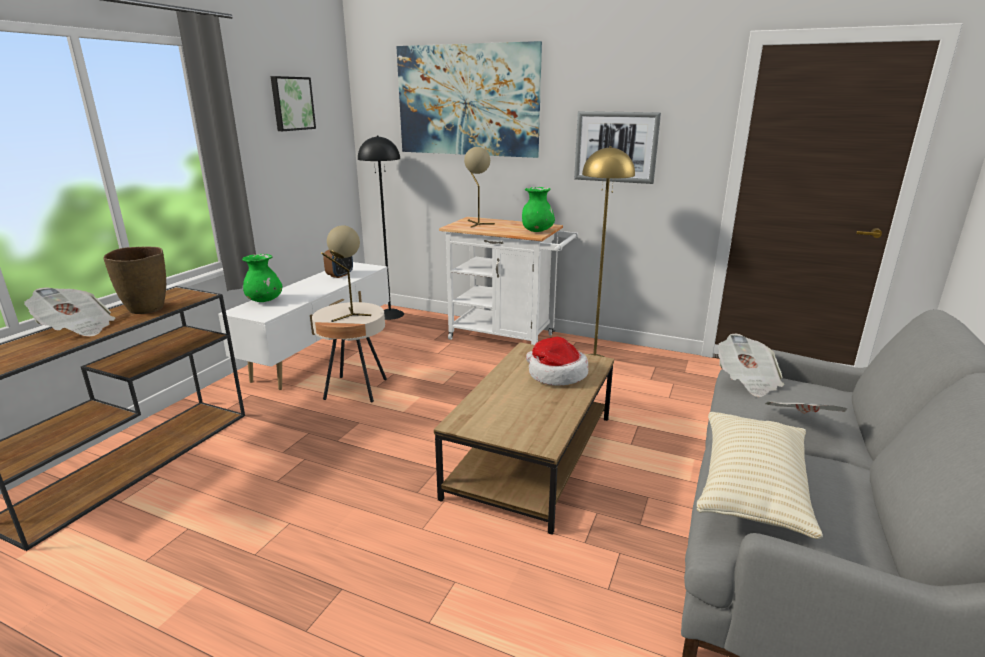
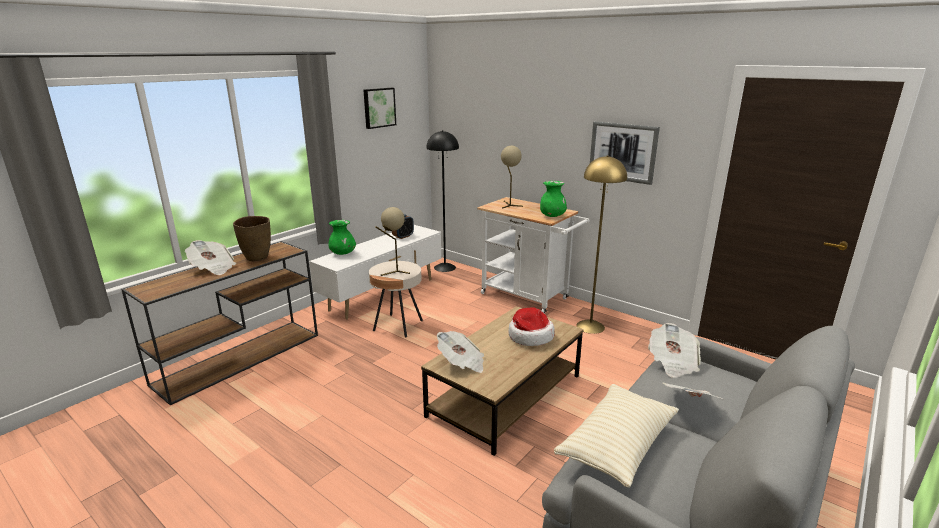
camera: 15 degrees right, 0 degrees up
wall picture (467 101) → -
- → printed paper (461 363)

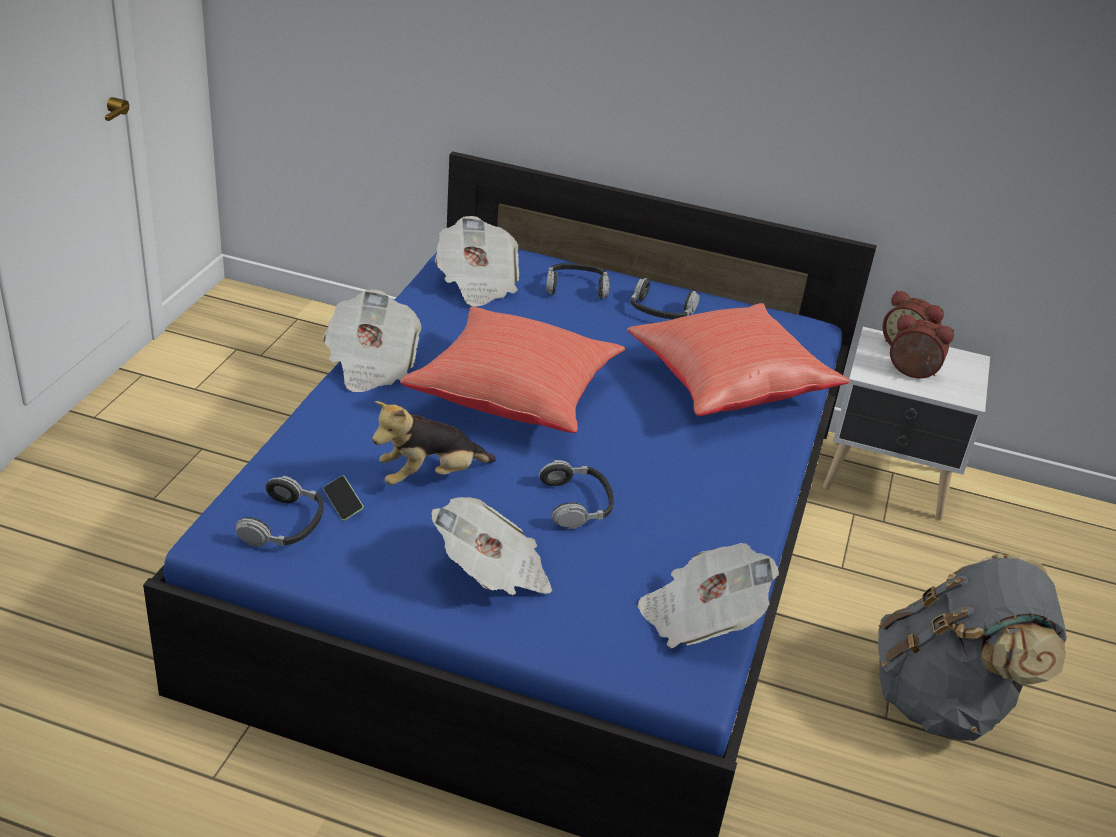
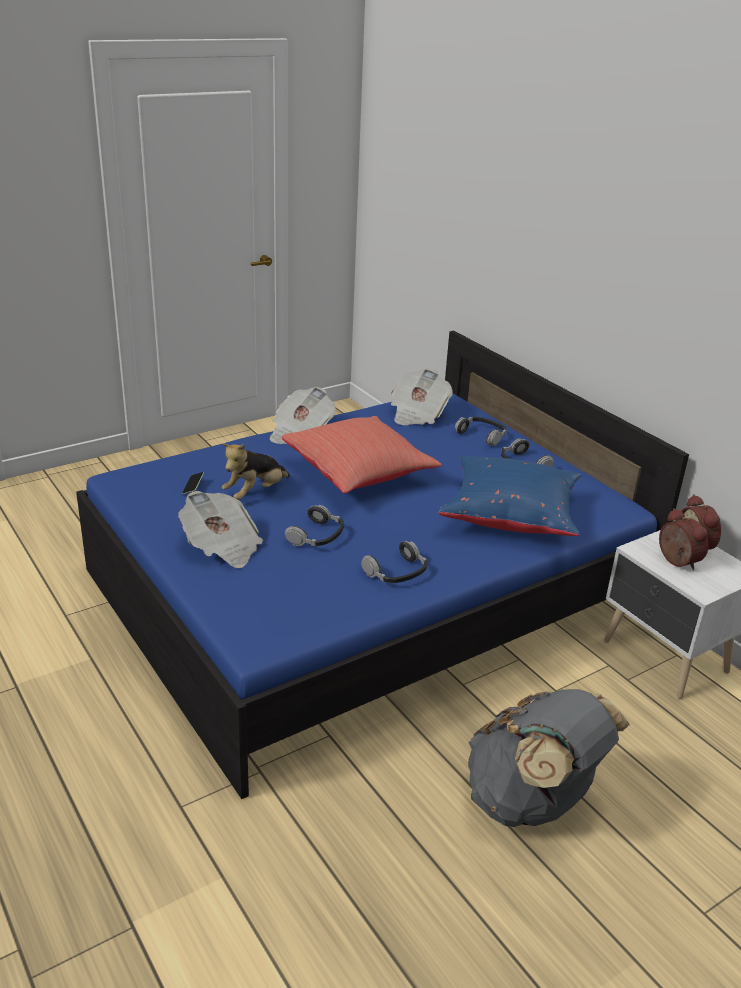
camera: 40 degrees right, 5 degrees down
throw pillow (reddish) (728 384) → throw pillow (blue) (510 516)
cuddly toy (430 476) → cuddly toy (255 493), 60 degrees counterclockwise
headphones (284 525) → headphones (396 572), move
printed paper (700 618) → -

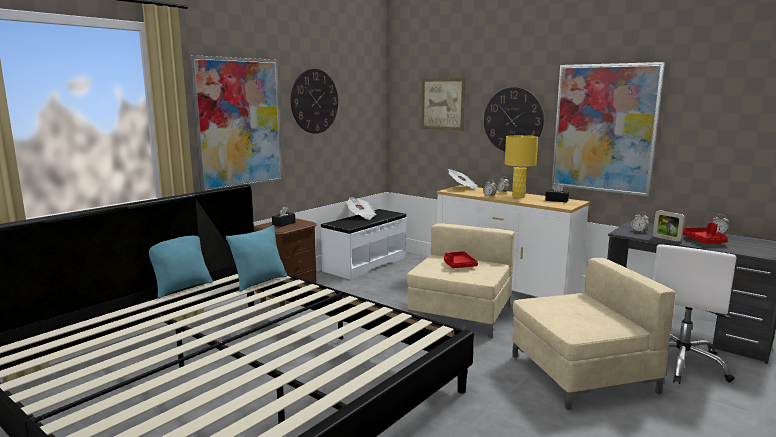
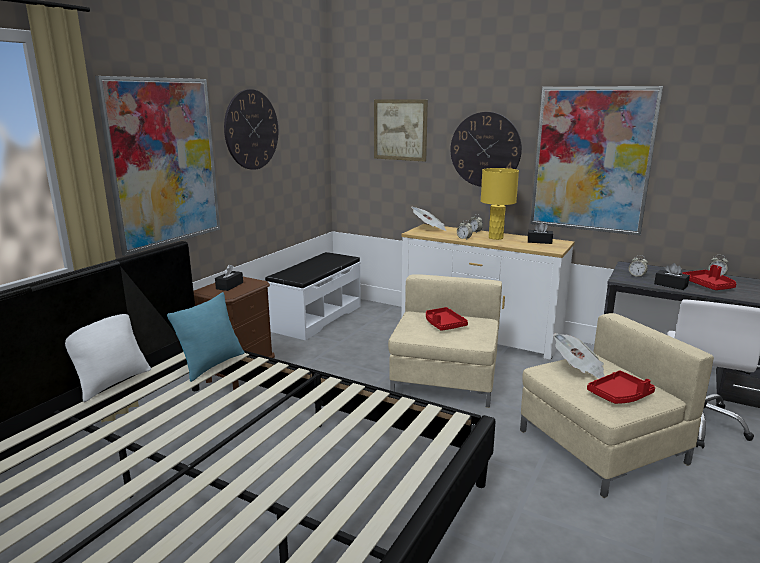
camera: 10 degrees left, 5 degrees up
printed paper (361 216) → printed paper (578 369), move
standing frame (666 239) → box of tissues (blackish) (670 285)
throw pillow (turquoise-coloured) (182 288) → throw pillow (white) (112 383)
- → serving tray (reddish) (620 395)

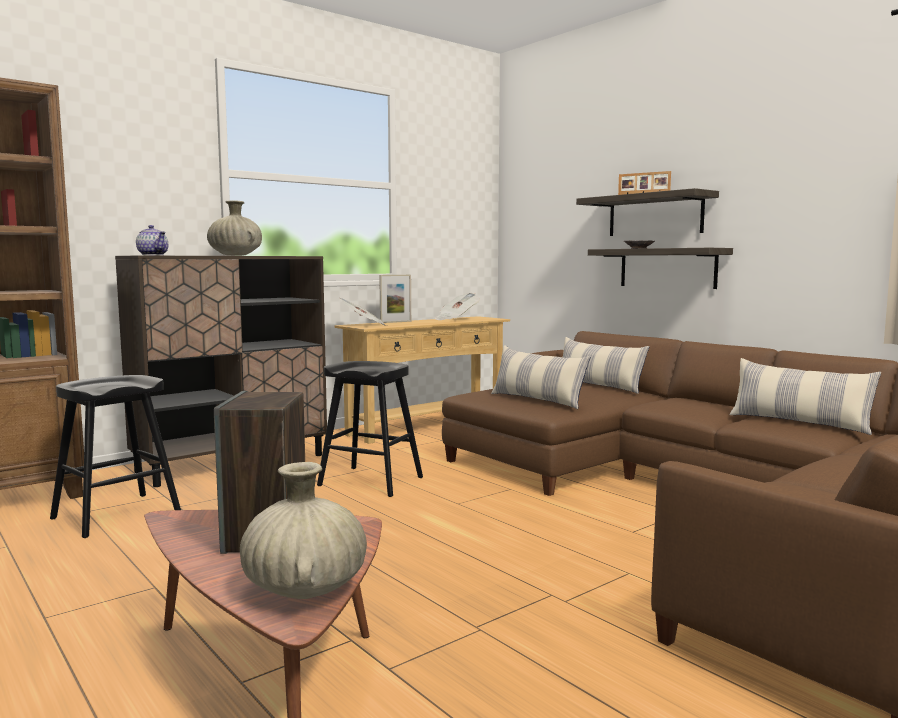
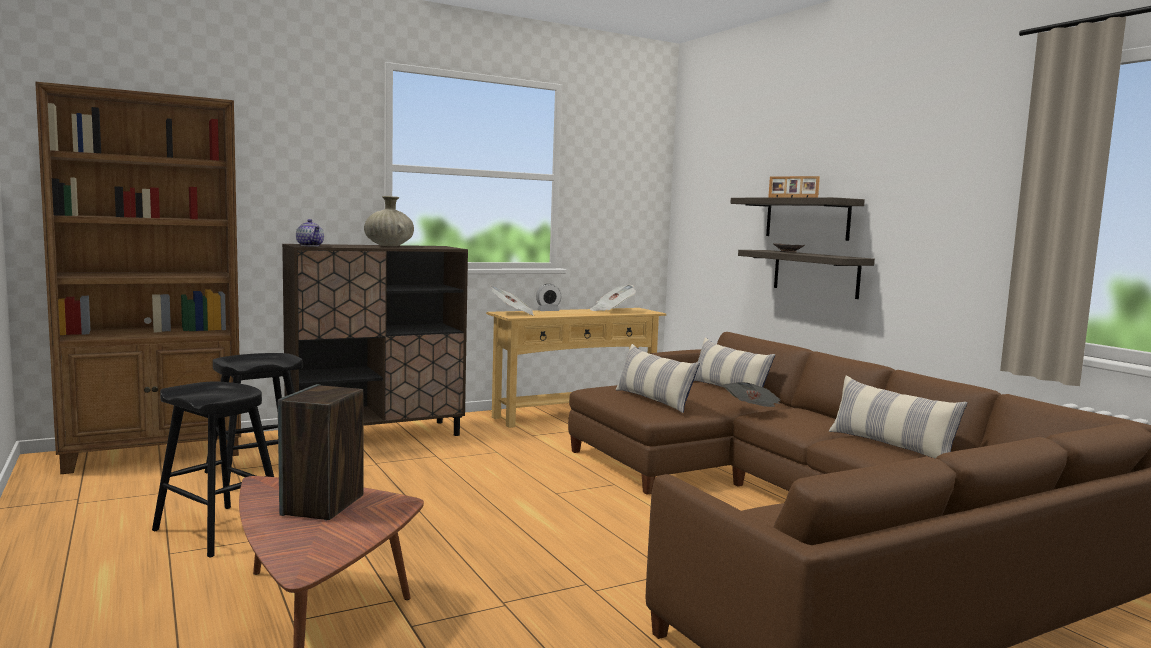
camera: 10 degrees right, 0 degrees up
standing frame (395 322) → table clock (548 311)
sitting stool (blackish) (370 481) → sitting stool (blackish) (219 530), move
vase (beige-coloured) (304 589) → -
- → printed paper (752 411)

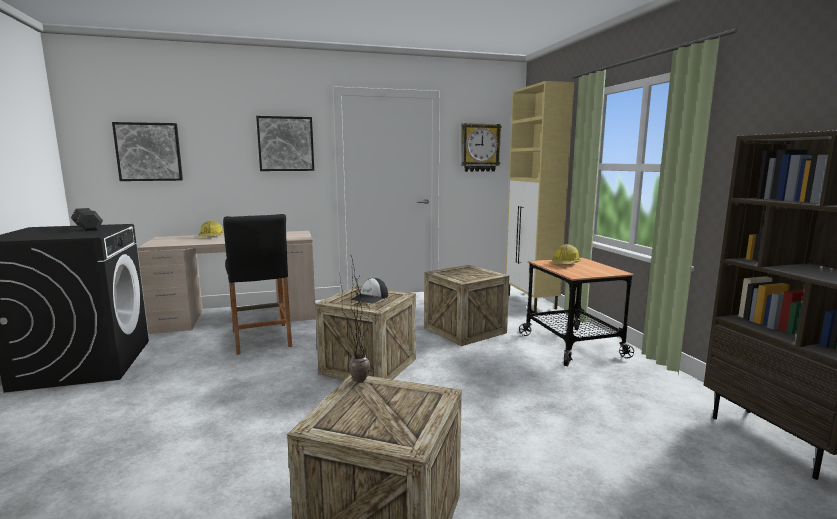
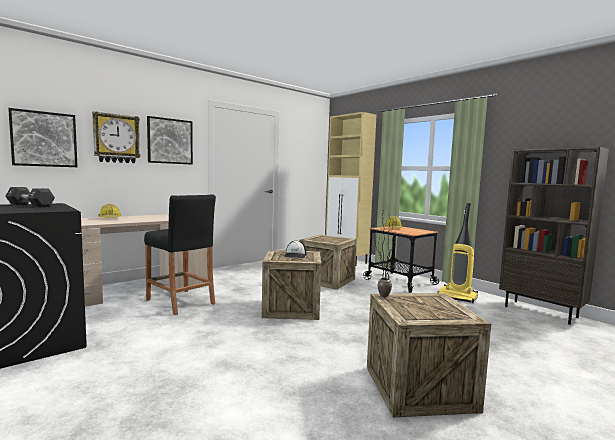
camera: 25 degrees left, 5 degrees down
wall clock (479 147) → wall clock (116 138), move
- → hoover (458 297)

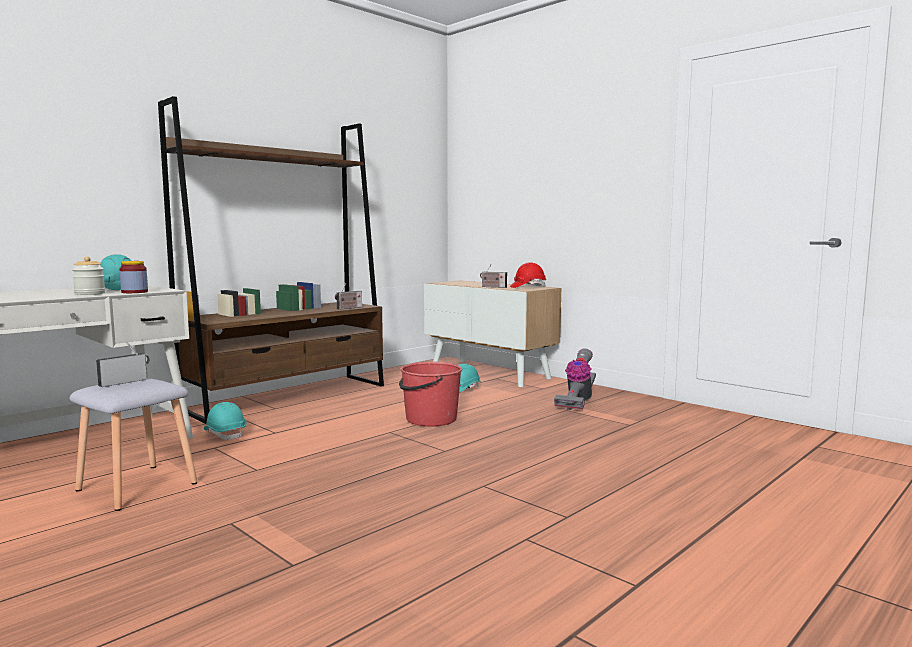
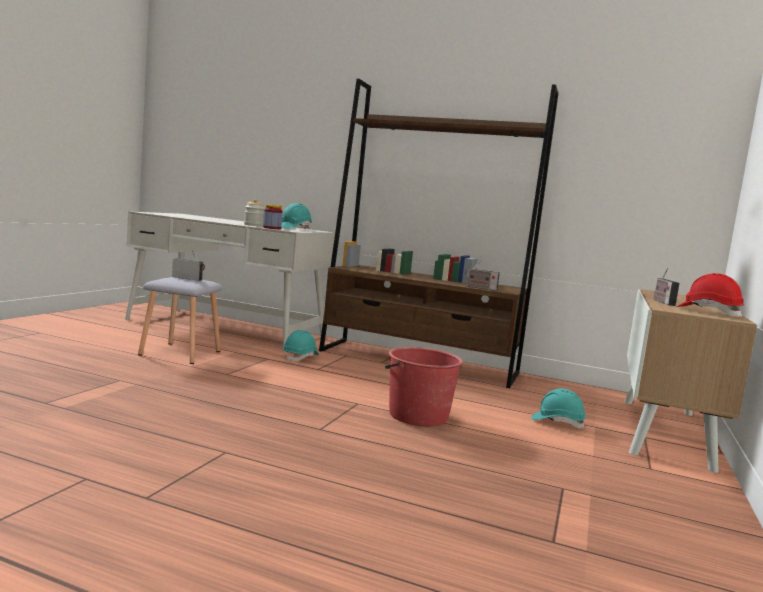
camera: 65 degrees right, 0 degrees up
hoover (577 401) → -

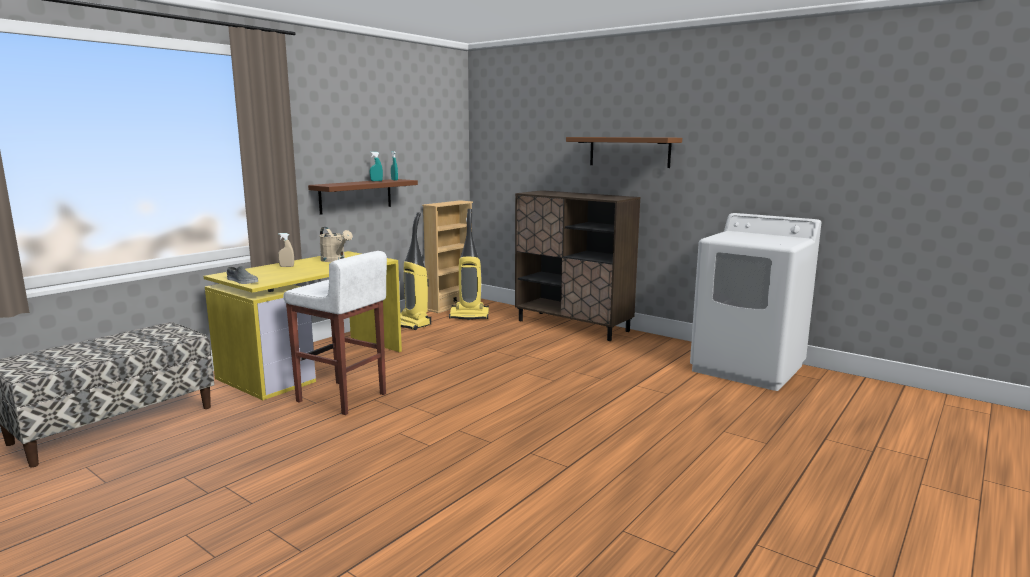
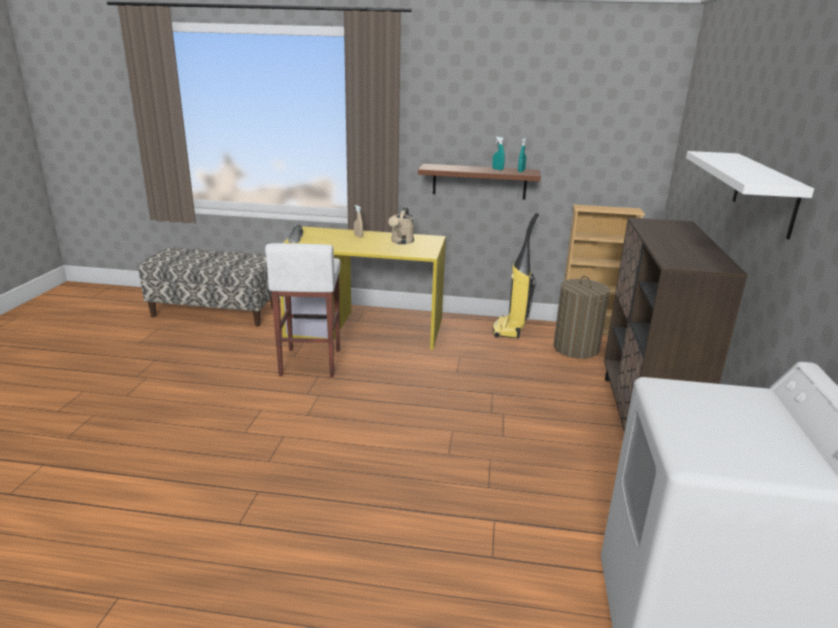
camera: 60 degrees right, 10 degrees up
bracket shelf (brown) (629 152) → bracket shelf (white) (764 193)
hoover (470 316) → laundry basket (576 348)

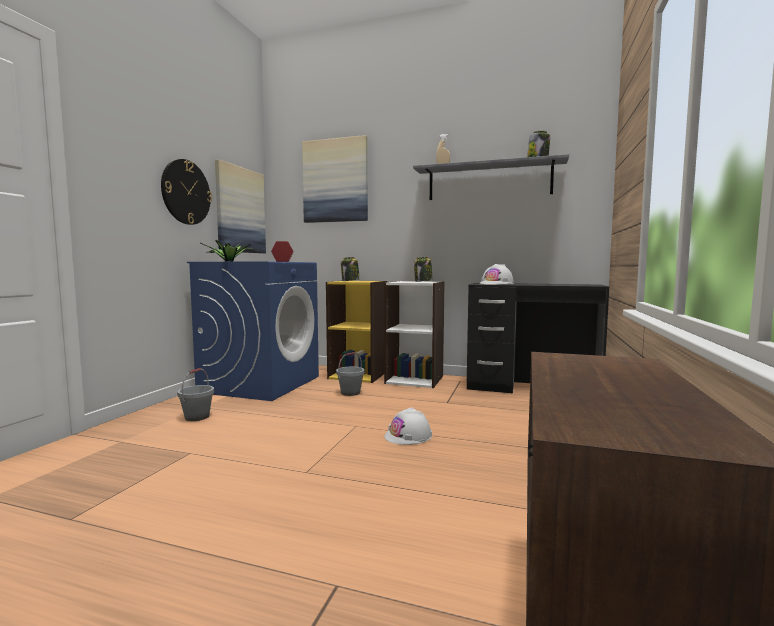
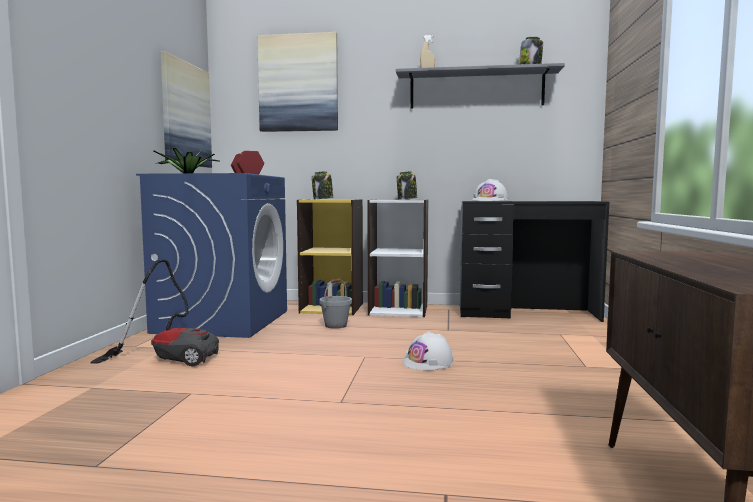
camera: 10 degrees left, 0 degrees up
wall clock (186 192) → -
pail (grey) (197 417) → hoover (170 358)

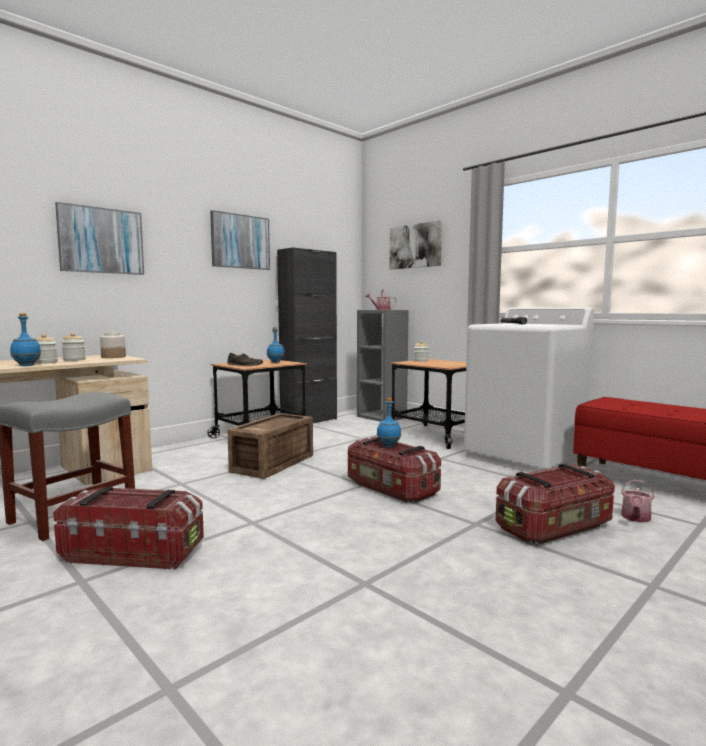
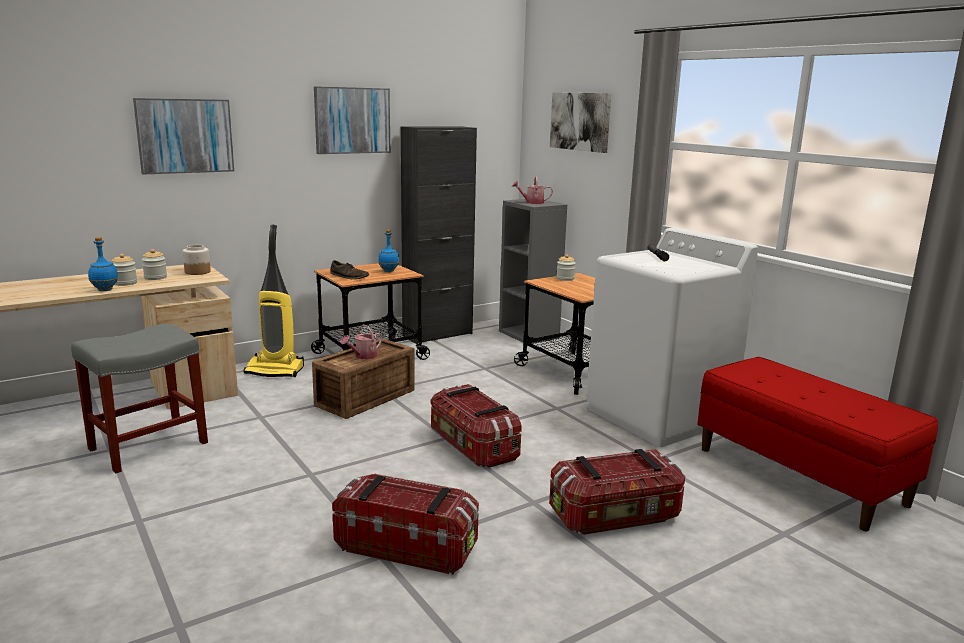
camera: 10 degrees right, 10 degrees up
bottle (blue) (388 446) → -
watering pot (635 518) → watering pot (363 356), move
storage bin (134 552) → storage bin (407 546), move
- → hoover (275 370)

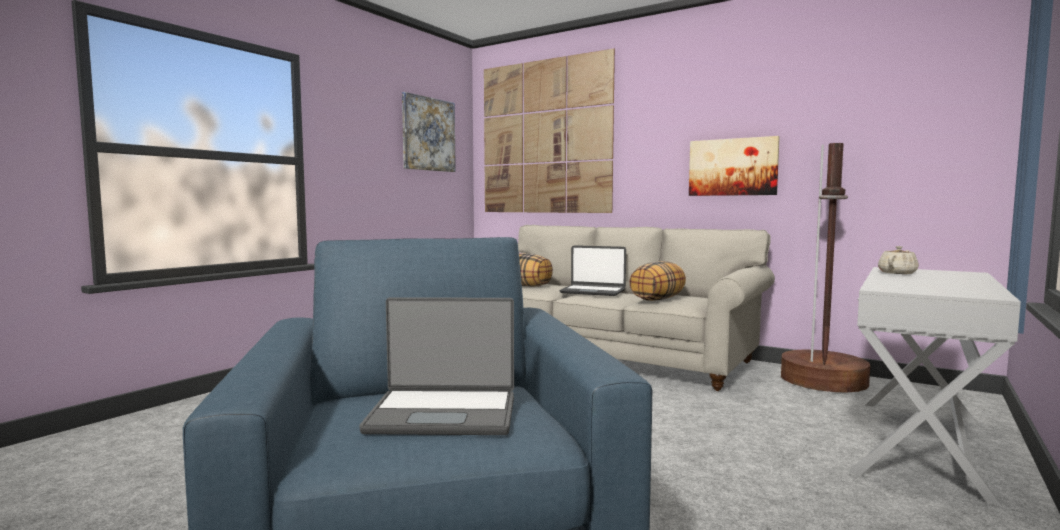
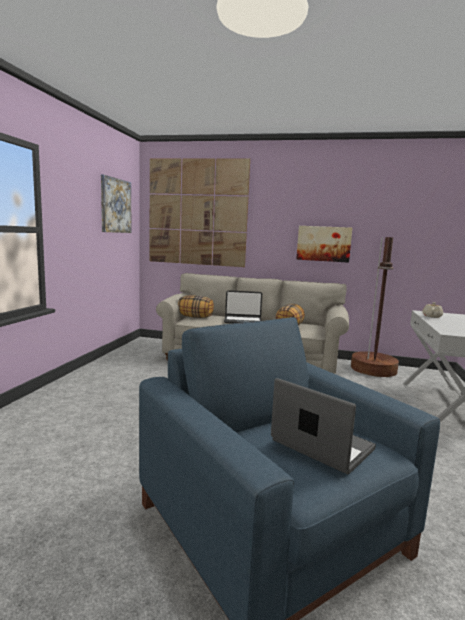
camera: 20 degrees left, 5 degrees up
notebook computer (444 413) → notebook computer (321 446), 120 degrees counterclockwise

